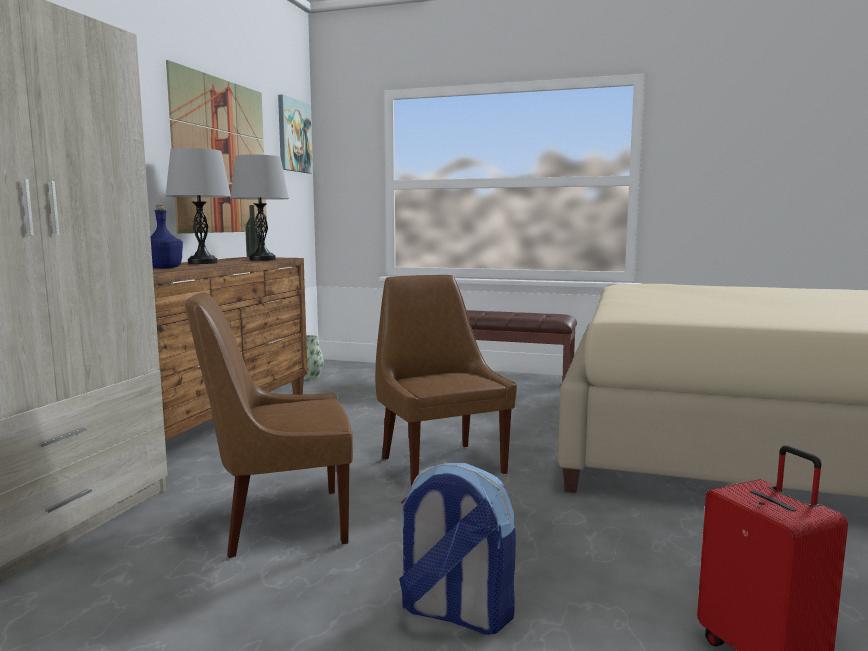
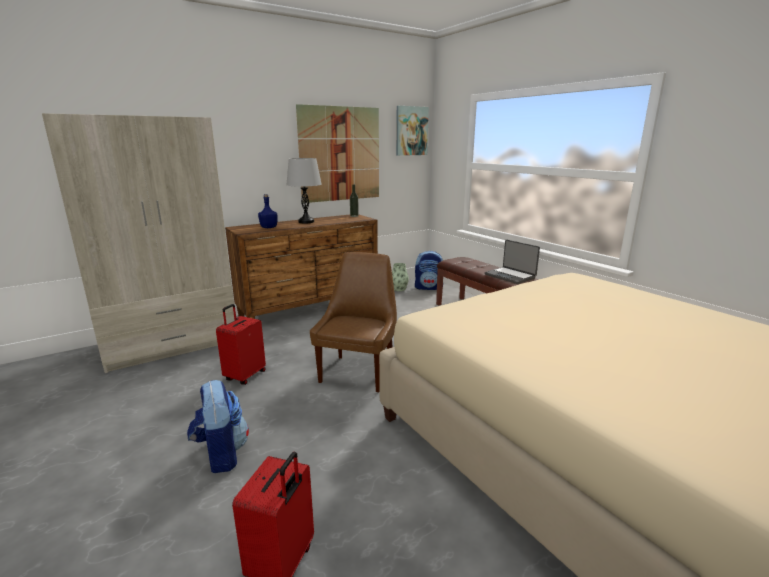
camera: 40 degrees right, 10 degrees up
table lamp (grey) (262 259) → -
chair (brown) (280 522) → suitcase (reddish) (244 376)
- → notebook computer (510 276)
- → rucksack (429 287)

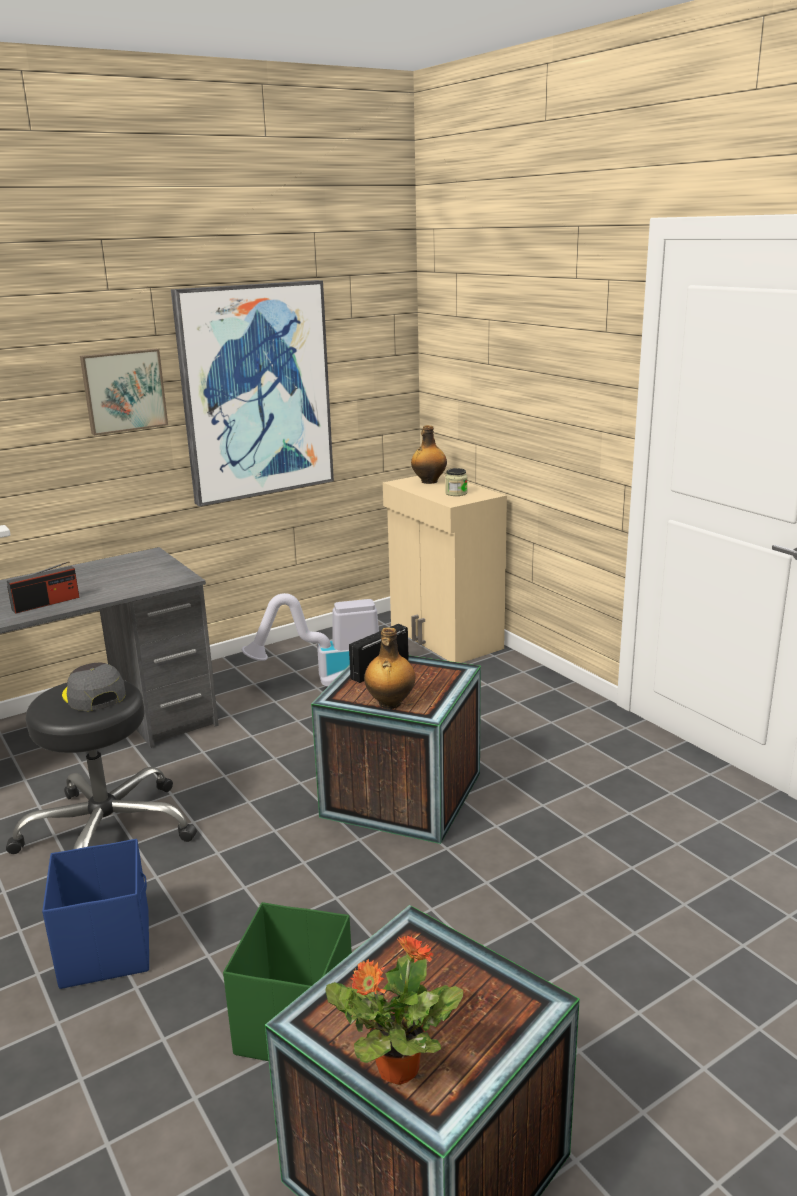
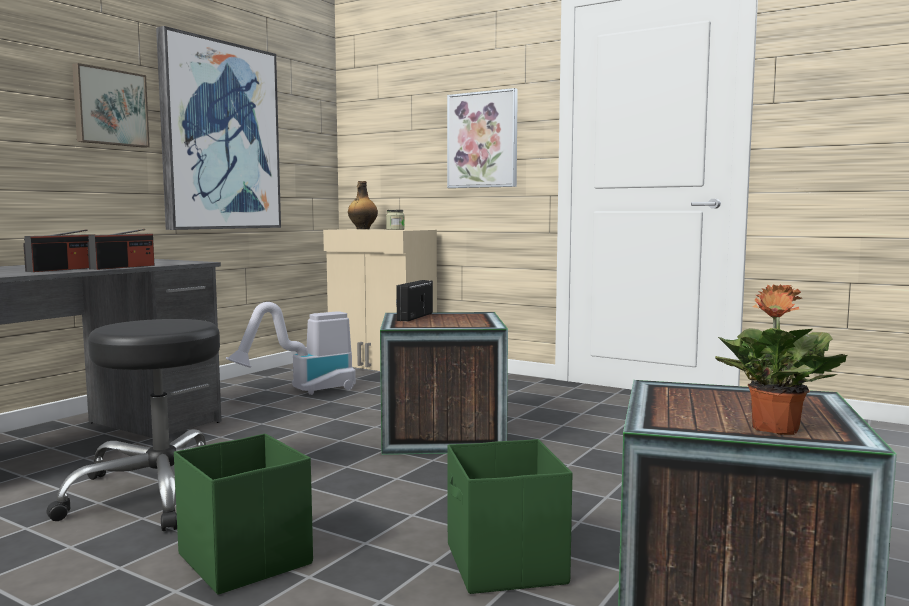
camera: 25 degrees left, 15 degrees down
bottle (390 704) → -
baseball cap (grey) (93 695) → -
storage bin (blue) (107 948) → storage bin (greenish) (245 558)
- → wall picture (482 140)
- → radio set (123 267)

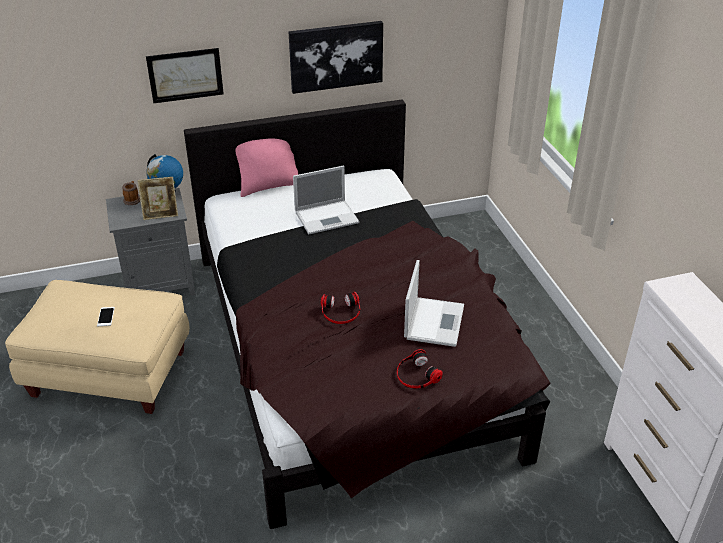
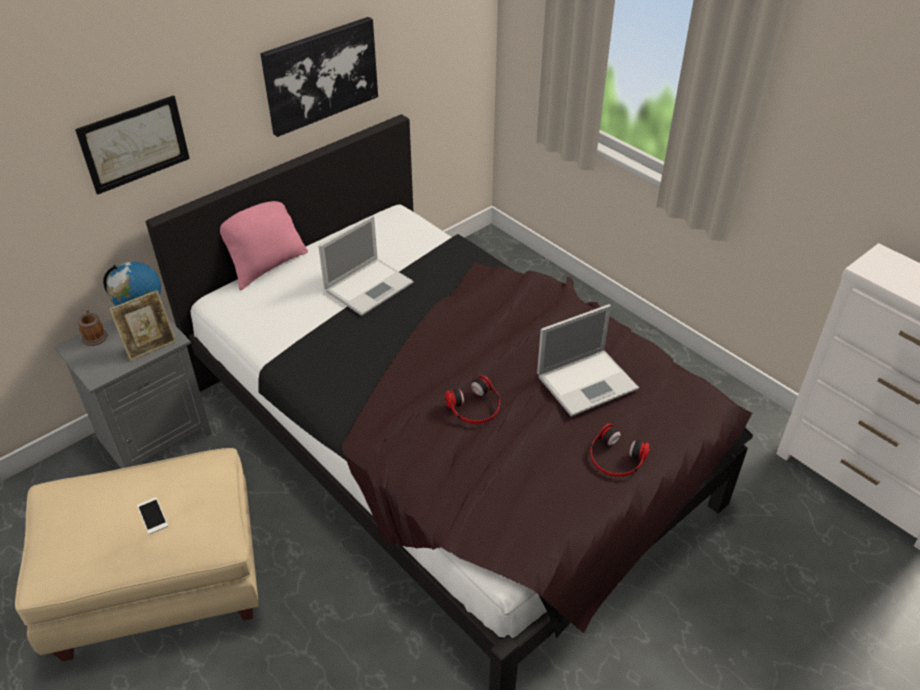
camera: 25 degrees left, 5 degrees up
notebook computer (434 321) → notebook computer (588 381), 75 degrees clockwise

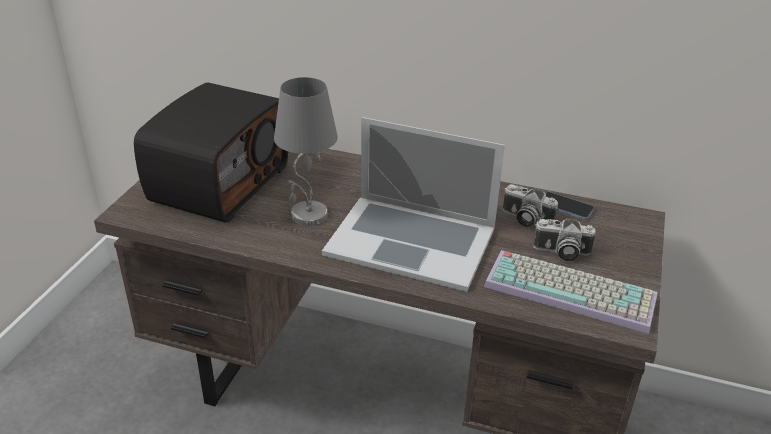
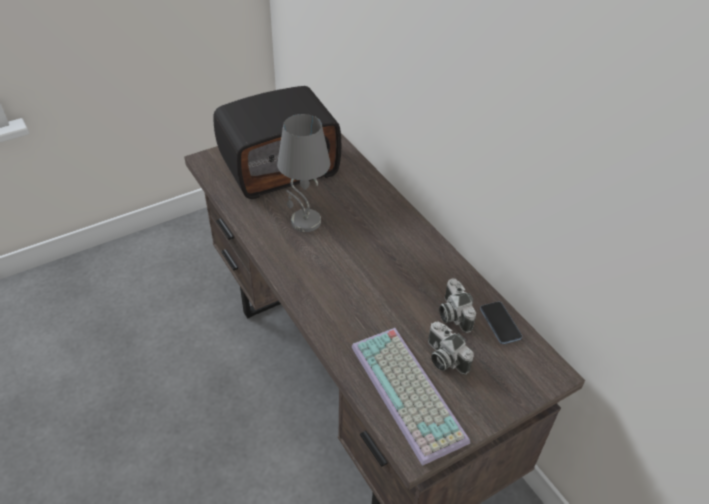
camera: 40 degrees right, 10 degrees up
notebook computer (411 241) → -

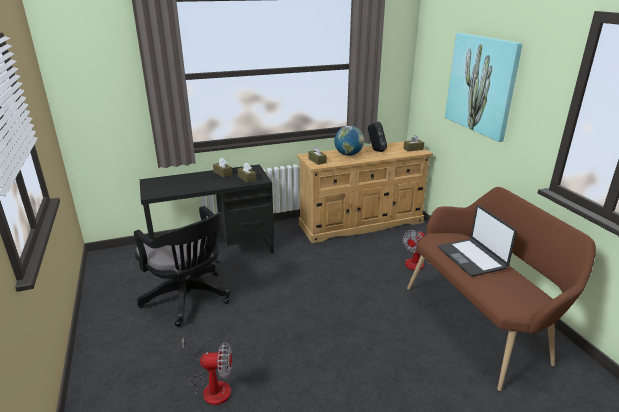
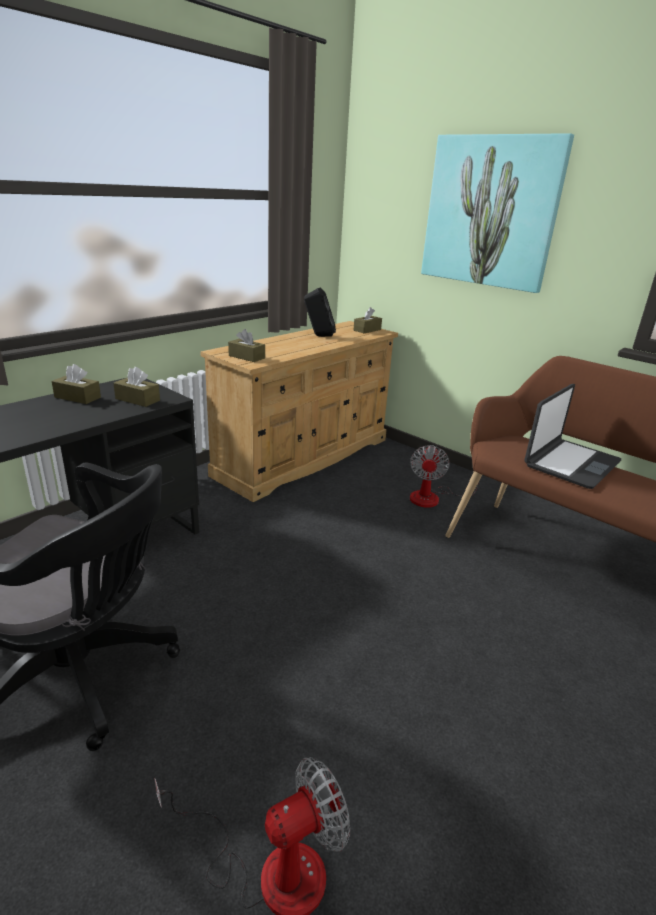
camera: 30 degrees left, 0 degrees up
world globe (348 155) → -
notebook computer (472 258) → notebook computer (570 463), 90 degrees counterclockwise

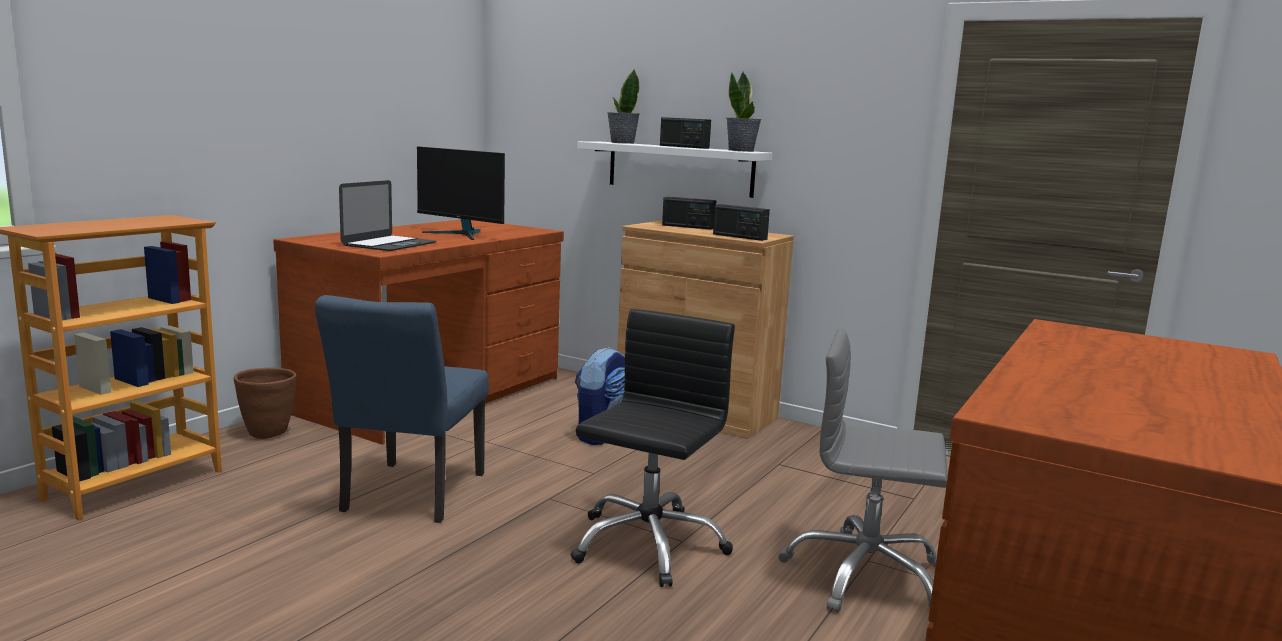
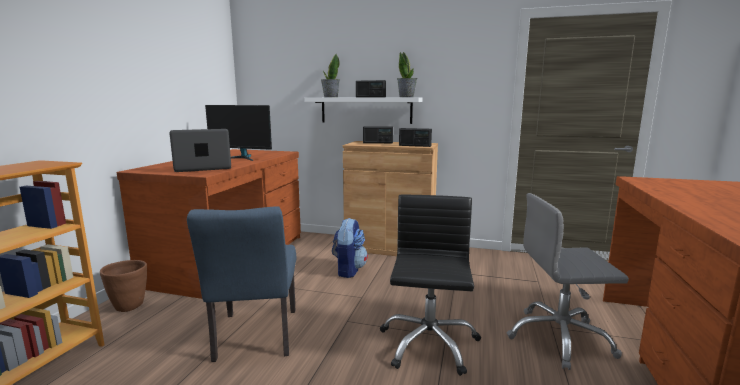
camera: 15 degrees left, 0 degrees up
notebook computer (389 244) → notebook computer (203 168), 120 degrees counterclockwise

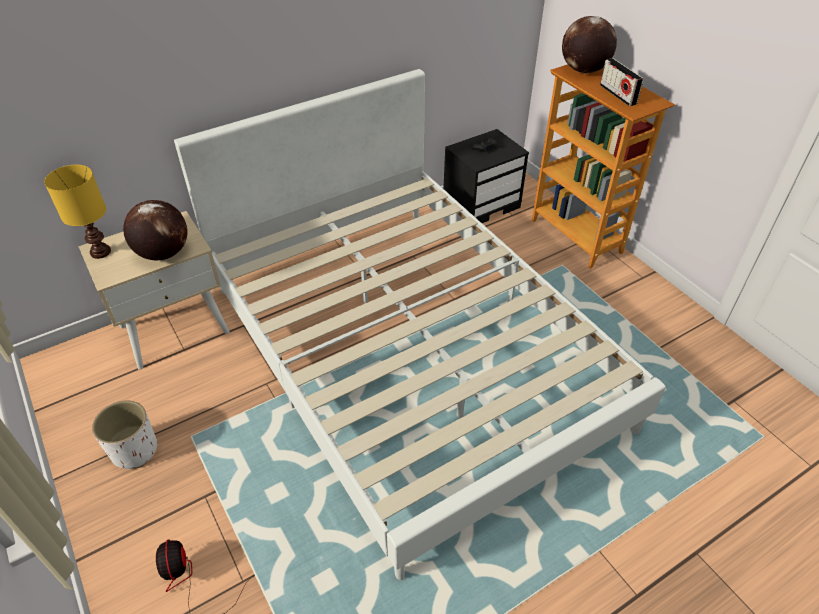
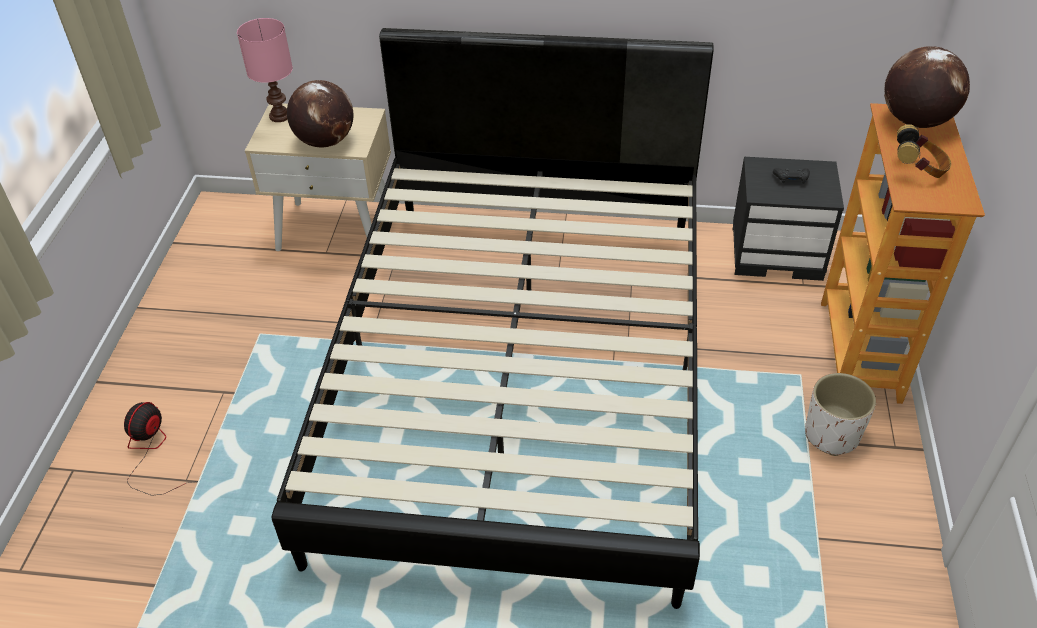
camera: 40 degrees right, 0 degrees up
radio set (618 94) → headphones (918 170)
sleeping bed (white) (409 353) → sleeping bed (blackish) (521 373)
table lamp (yellow-coloured) (101 252) → table lamp (pink-coloured) (279 116)
flower pot (white) (135 451) → flower pot (white) (831 435), move

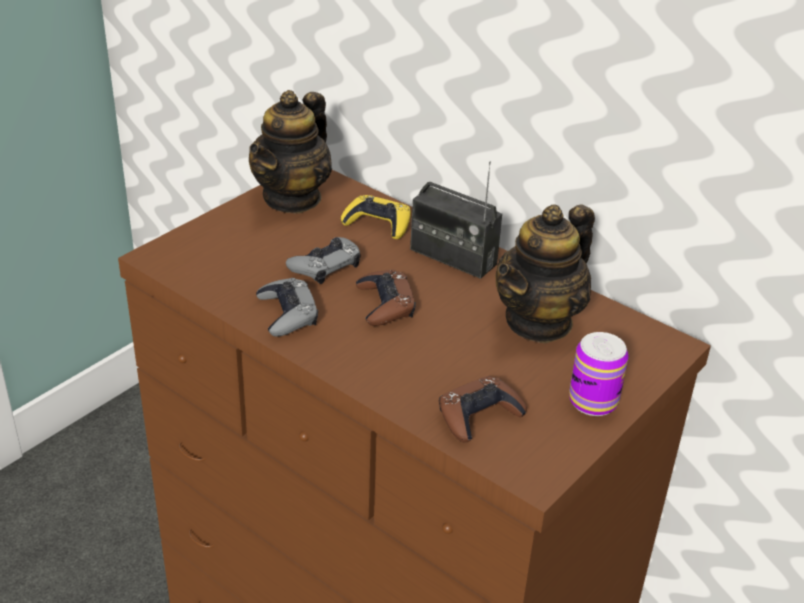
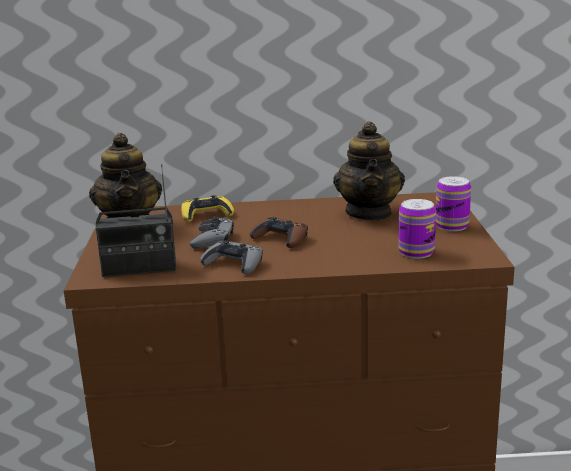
camera: 40 degrees left, 15 degrees down
radio set (452 257) → radio set (139 268), move
joypad (brown) (479 415) → can (416 252)

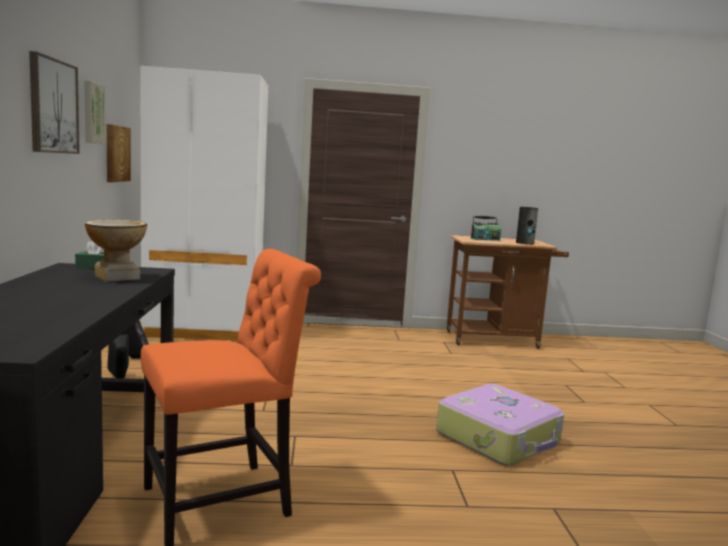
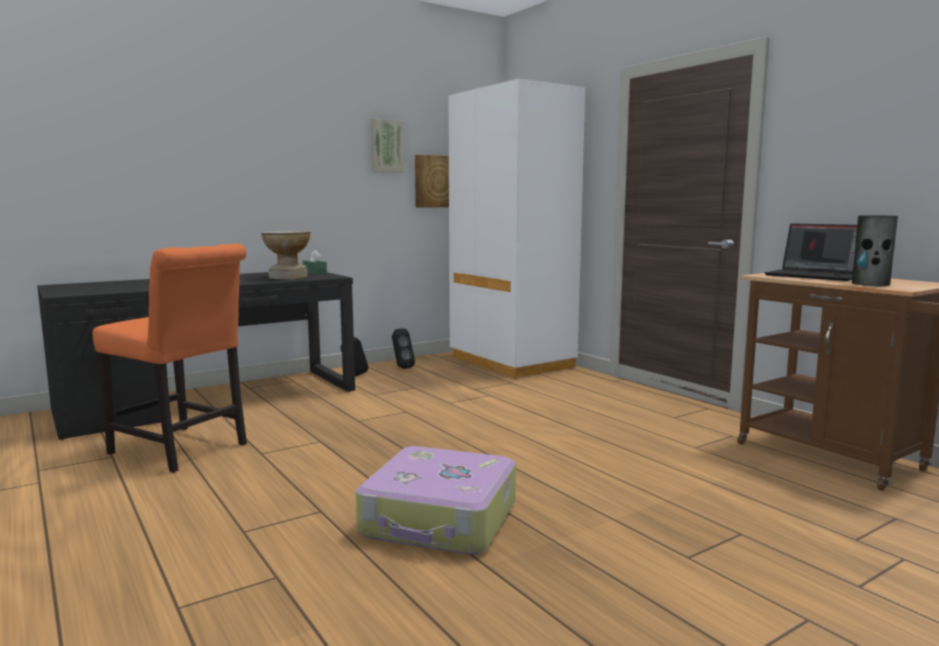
camera: 60 degrees right, 0 degrees up
wall picture (53 106) → -
radio set (485 239) → notebook computer (817 276)

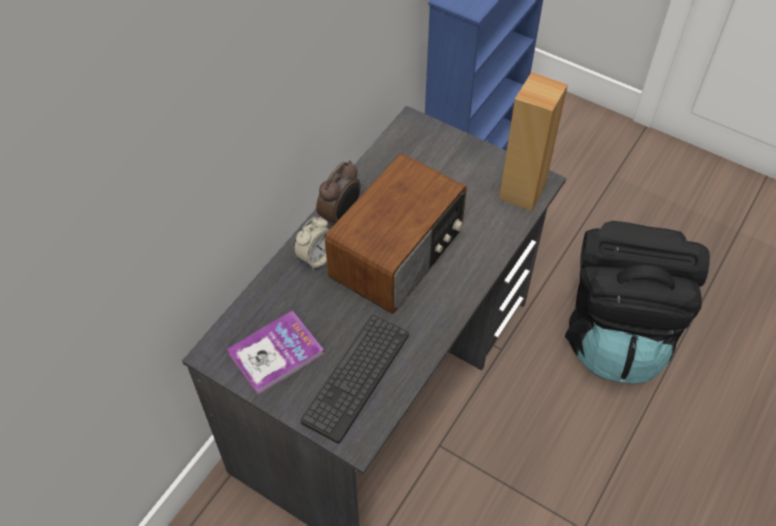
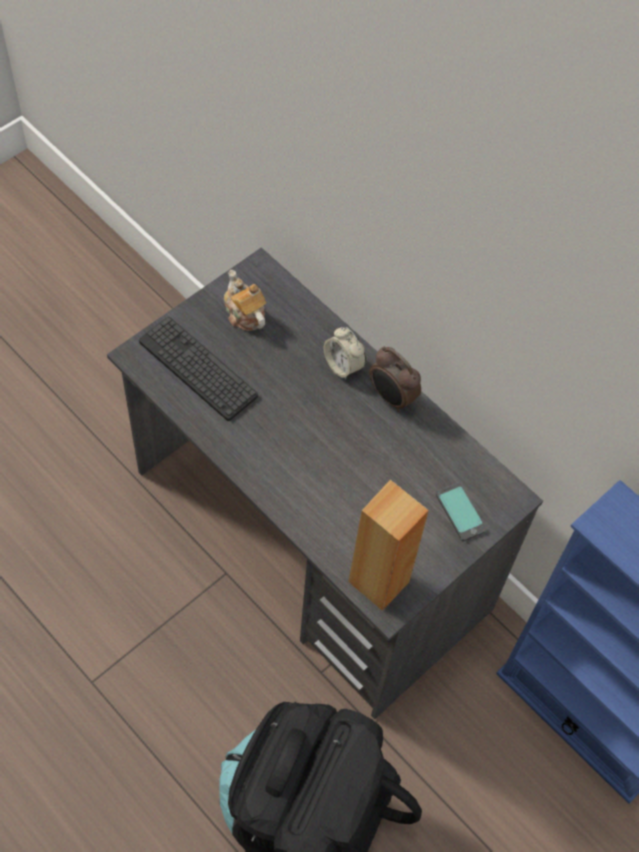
camera: 100 degrees right, 5 degrees up
radio set (399 254) → -
bound book (276 353) → tea pot (244 314)
- → handset (460 512)

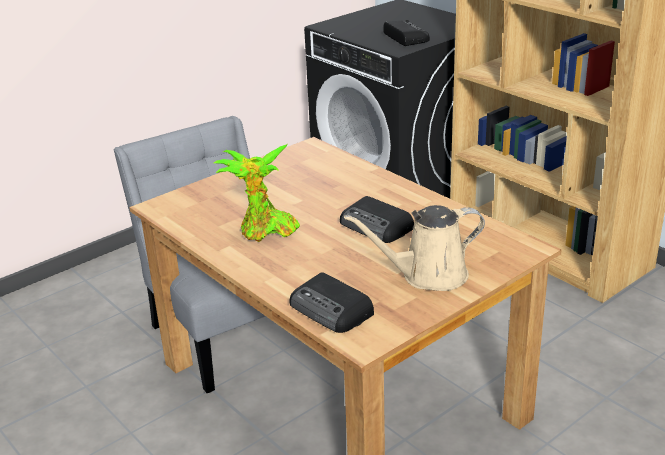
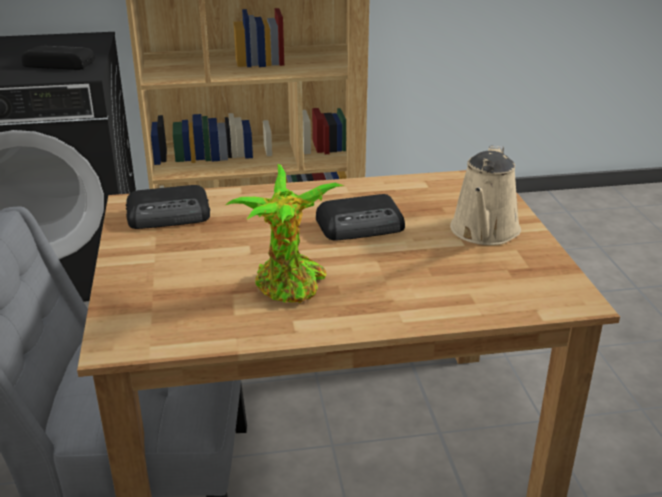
camera: 60 degrees left, 0 degrees up
radio set (332 310) → radio set (170 215), move

